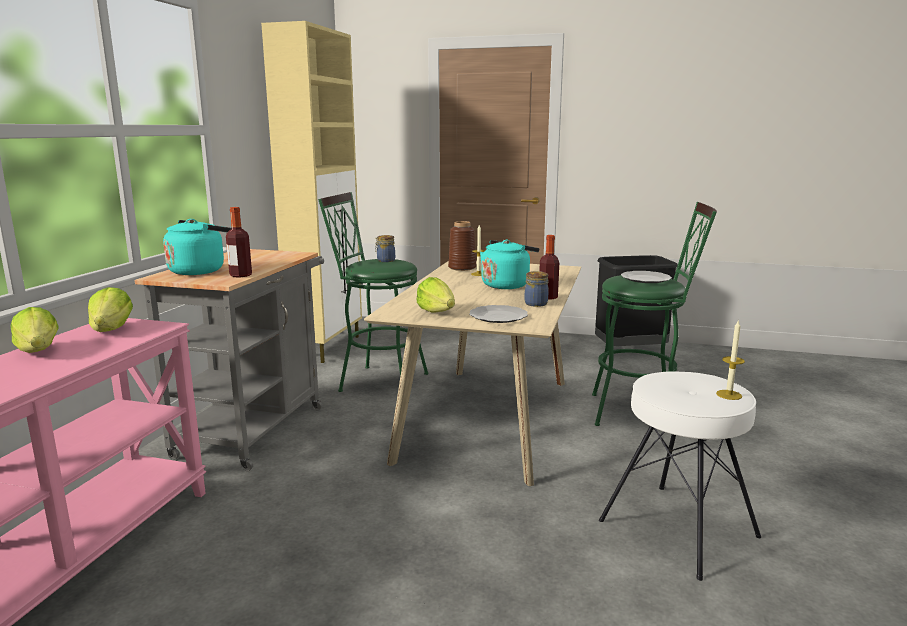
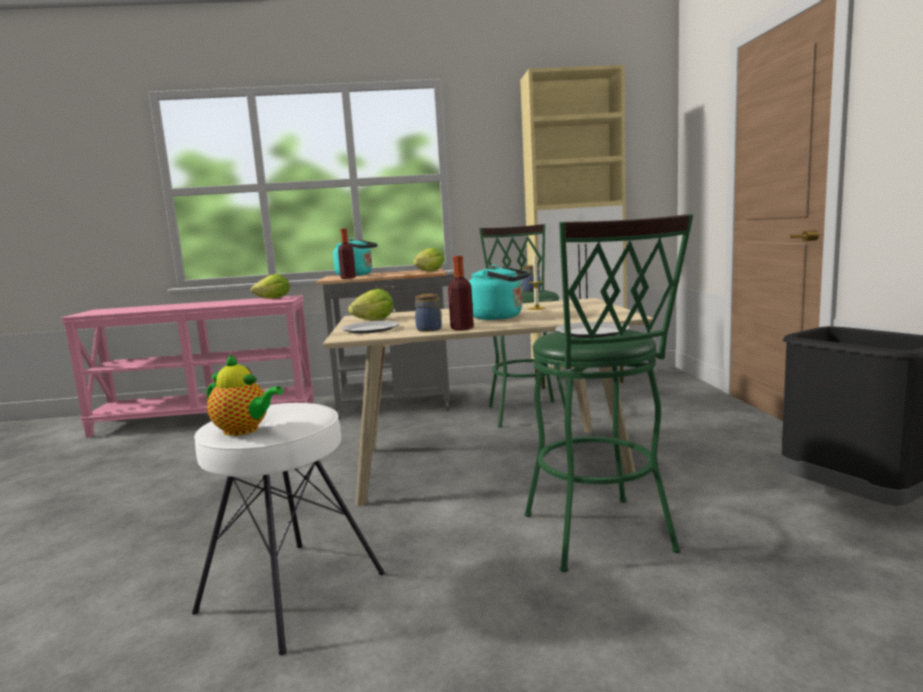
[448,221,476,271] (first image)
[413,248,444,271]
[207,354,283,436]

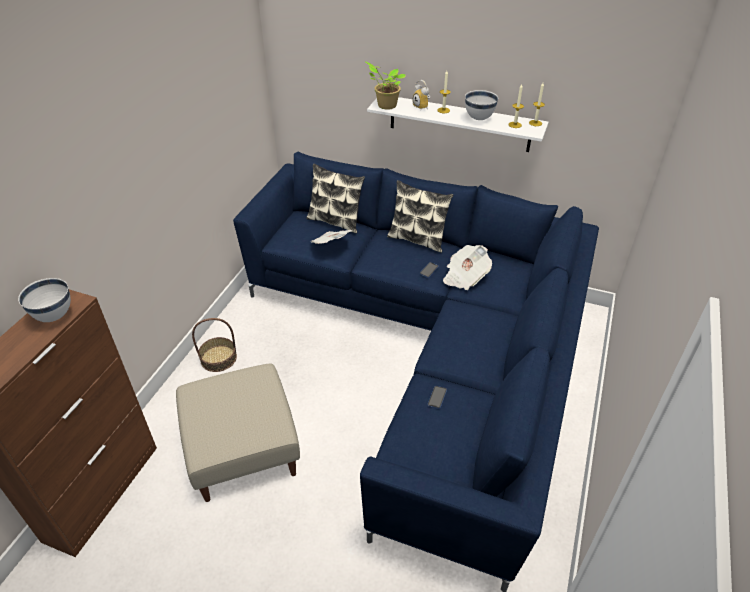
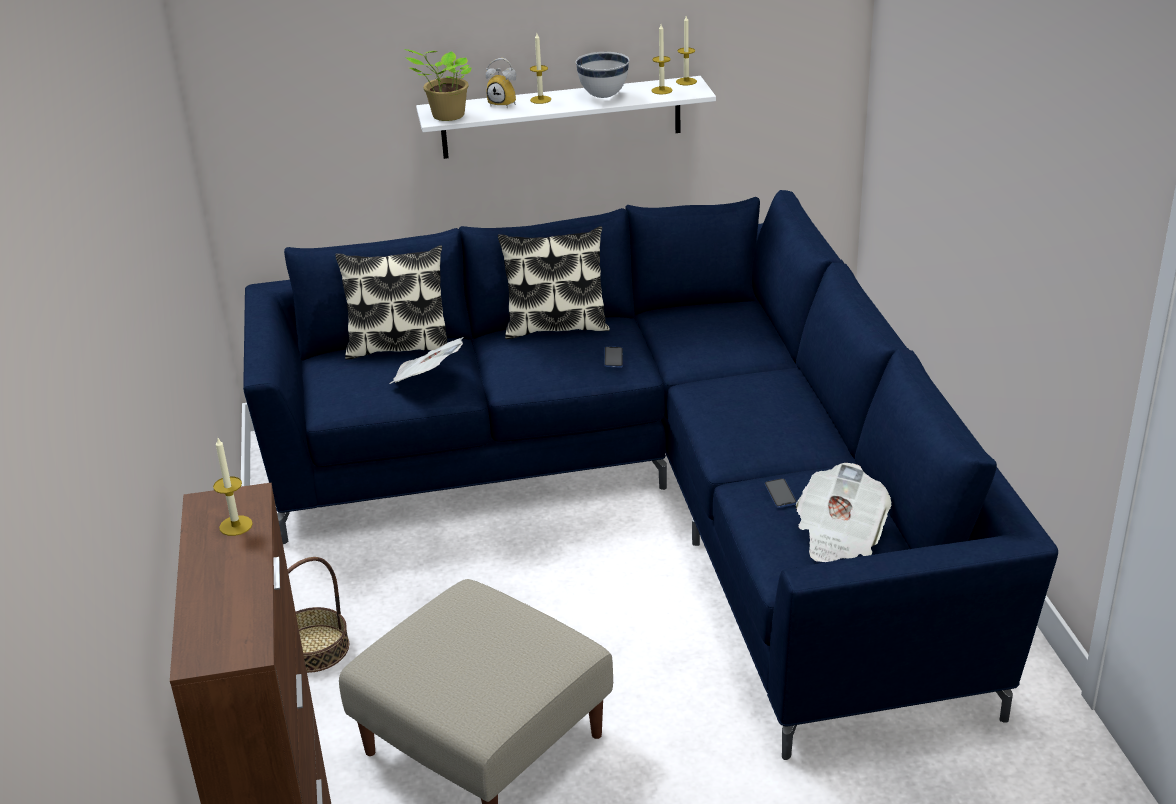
[796,463,892,562]
[213,438,253,536]

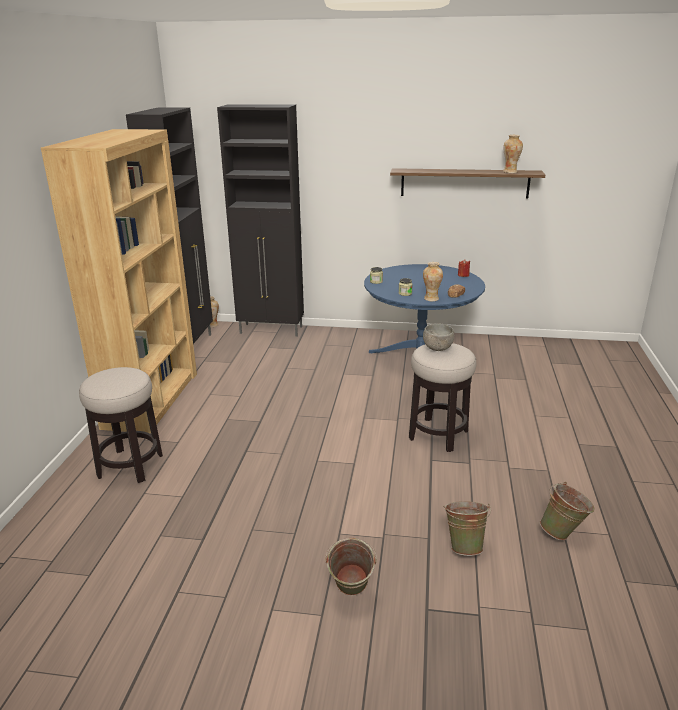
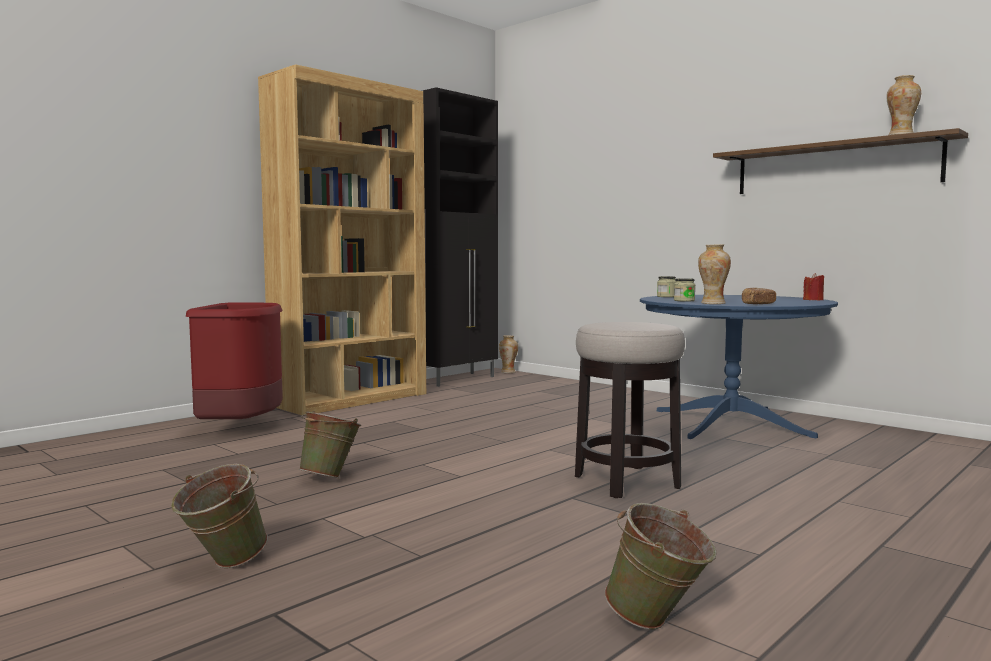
[217,104,304,337] (first image)
[423,323,454,351] (first image)
[186,302,283,419]
[299,411,361,478]

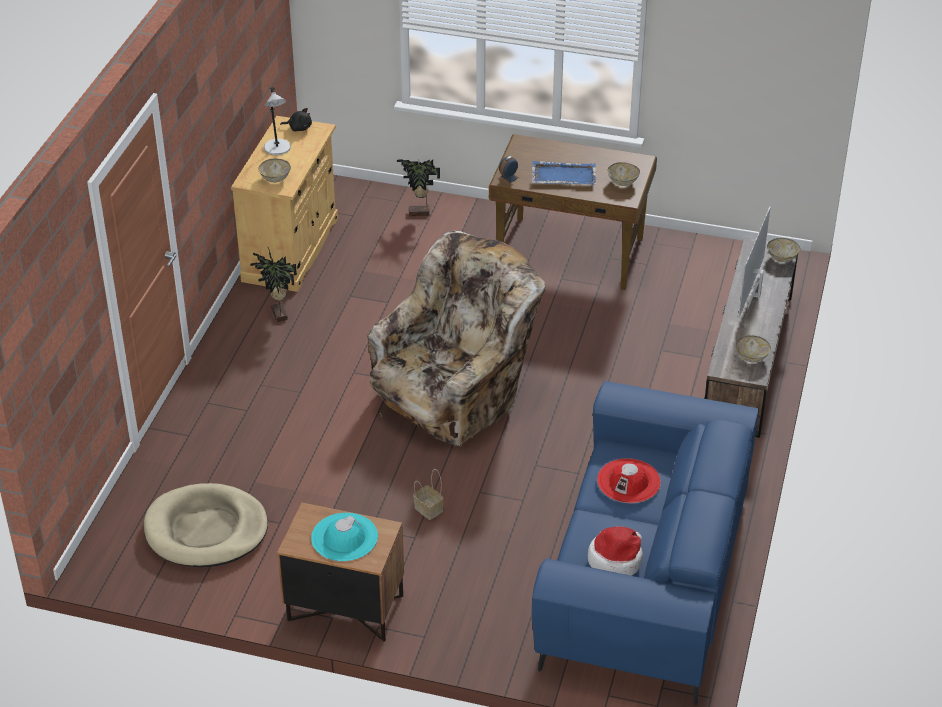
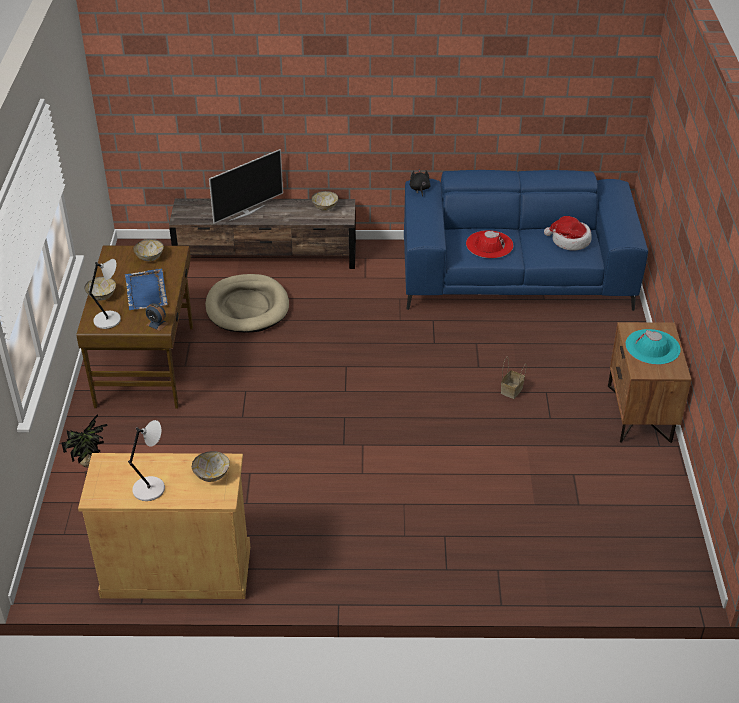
[410,169,431,197]
[209,149,283,223]
[367,231,545,446] (first image)
[84,277,116,301]
[250,248,297,322] (first image)
[205,274,289,333]
[89,259,121,329]

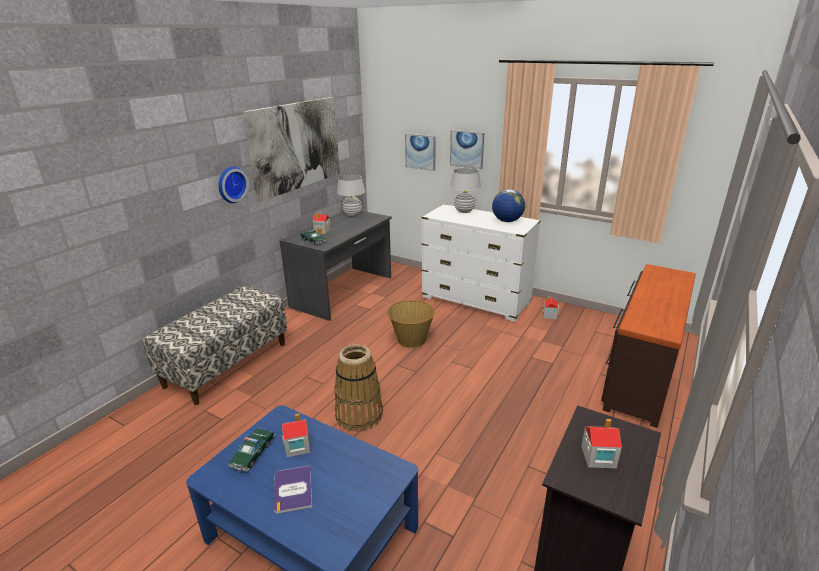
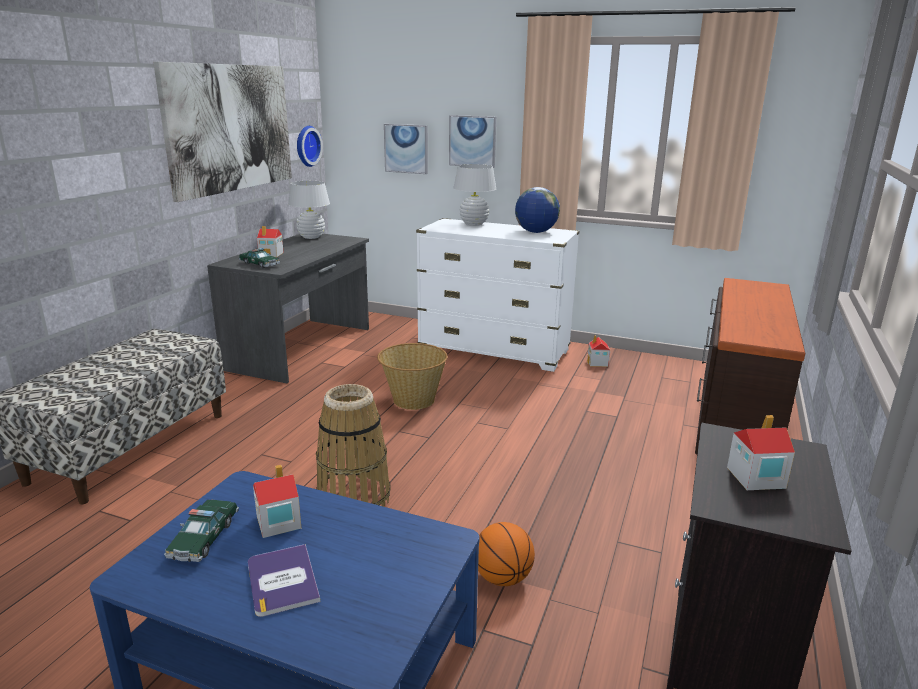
[297,126,323,167]
[478,522,535,586]

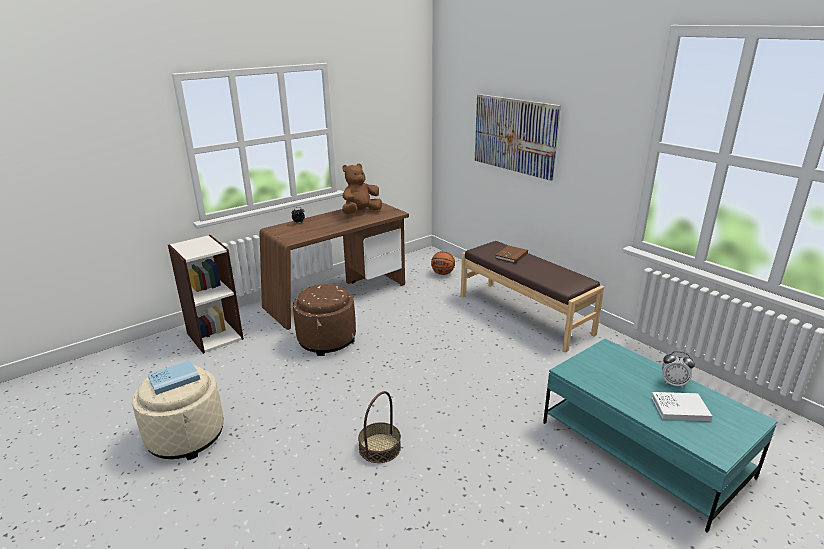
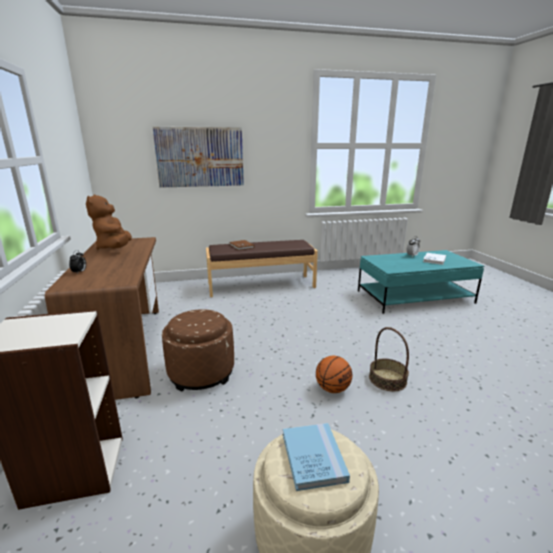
[316,356,352,393]

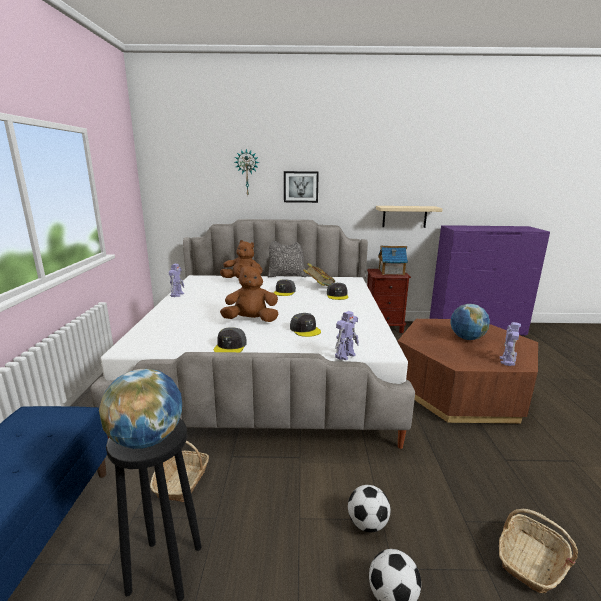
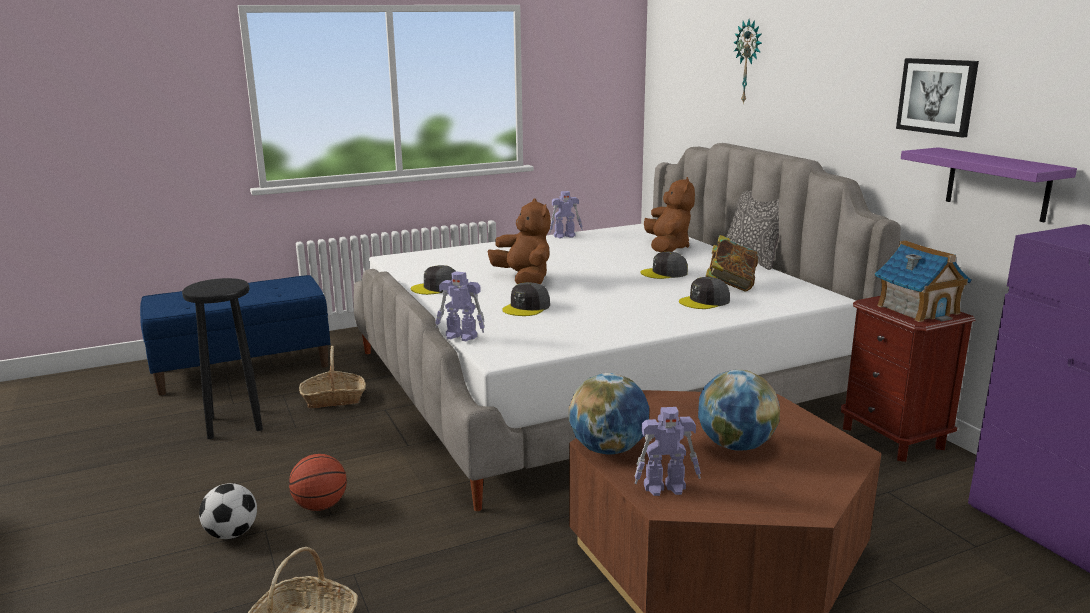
[896,58,979,138]
[901,147,1077,222]
[569,373,649,454]
[289,454,347,511]

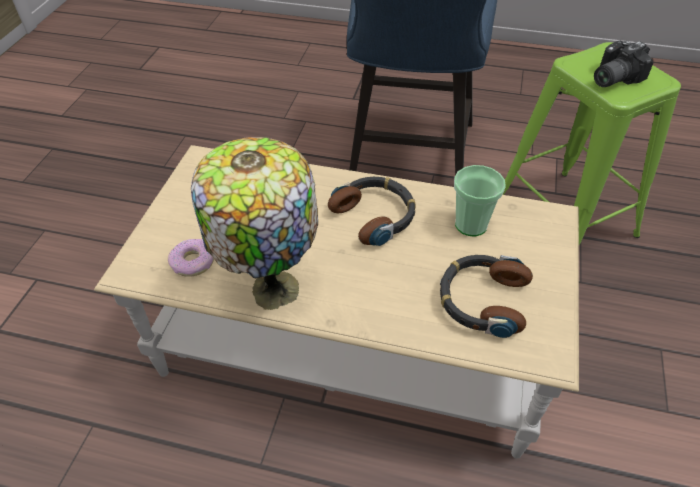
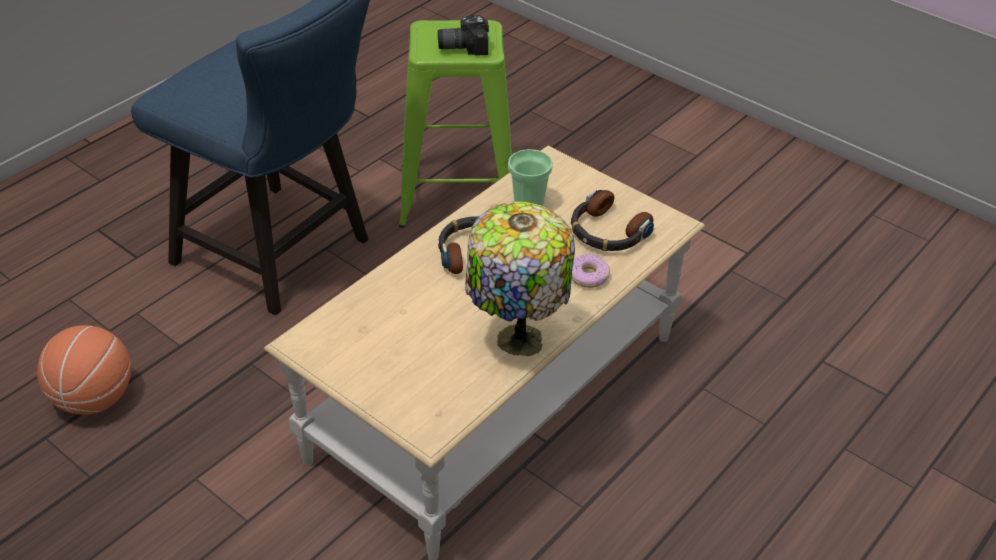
[438,15,489,56]
[572,254,610,288]
[37,325,131,415]

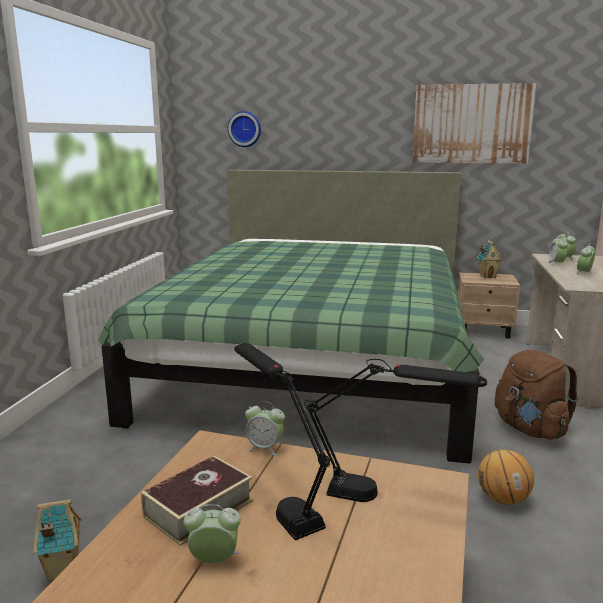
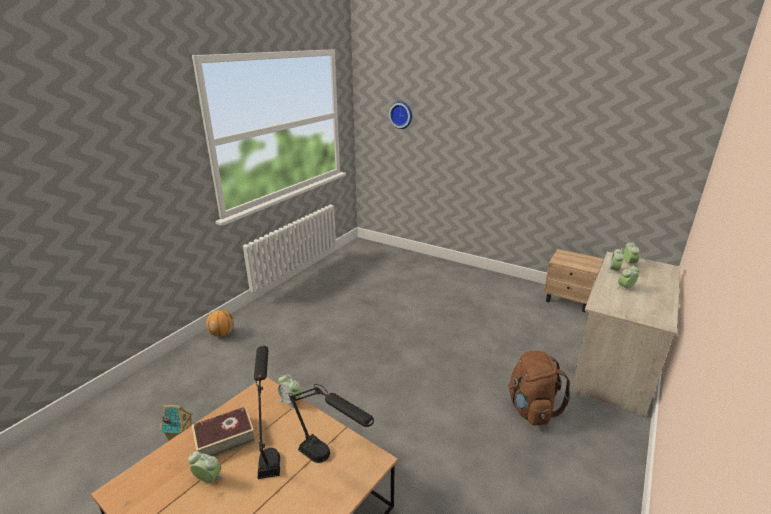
[413,83,537,164] (first image)
[98,170,484,464] (first image)
[477,240,503,278] (first image)
[206,310,234,337]

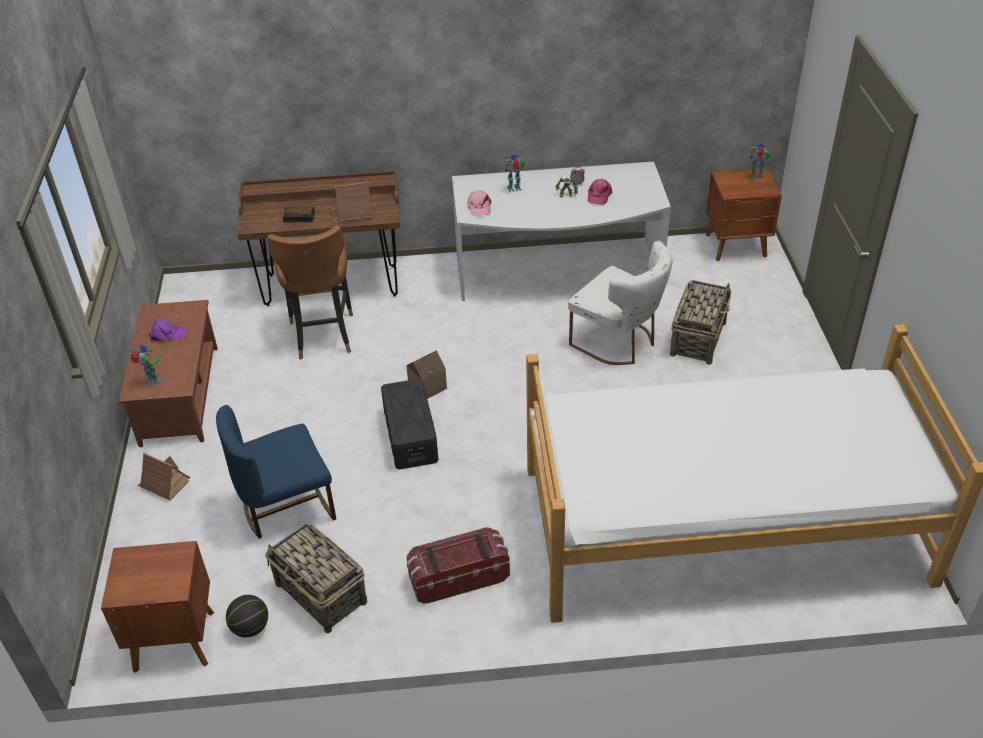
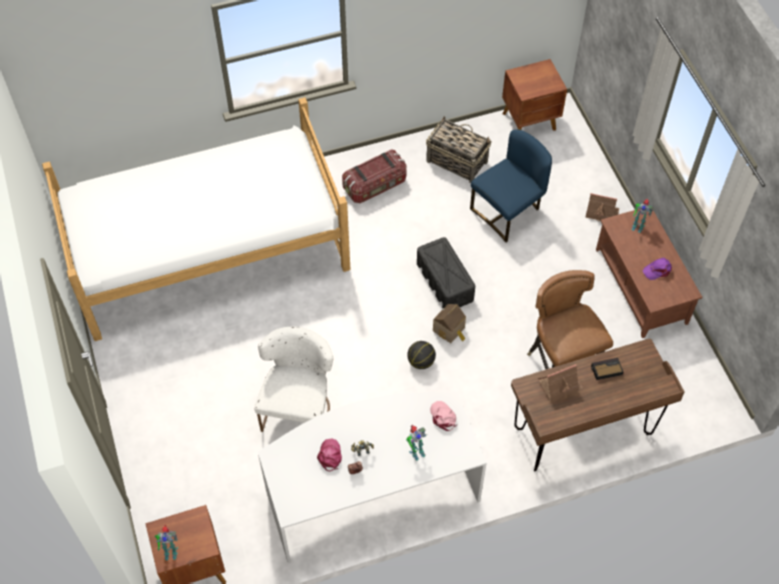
[254,327,334,432]
[670,280,731,365] (first image)
[407,341,436,369]

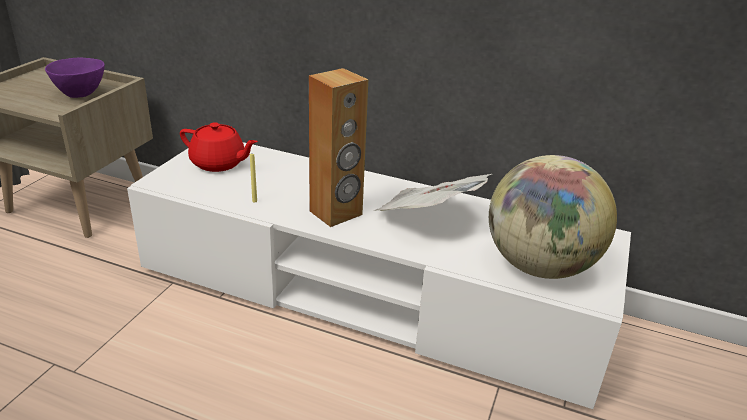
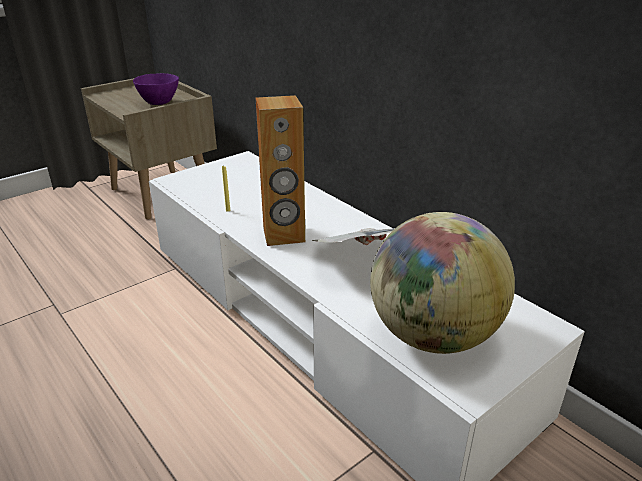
[180,122,258,172] (first image)

